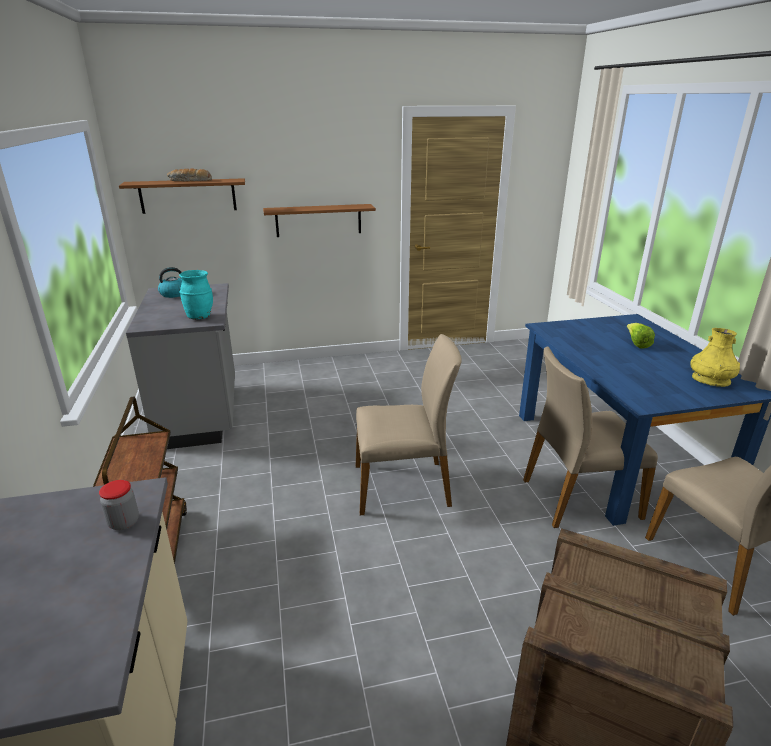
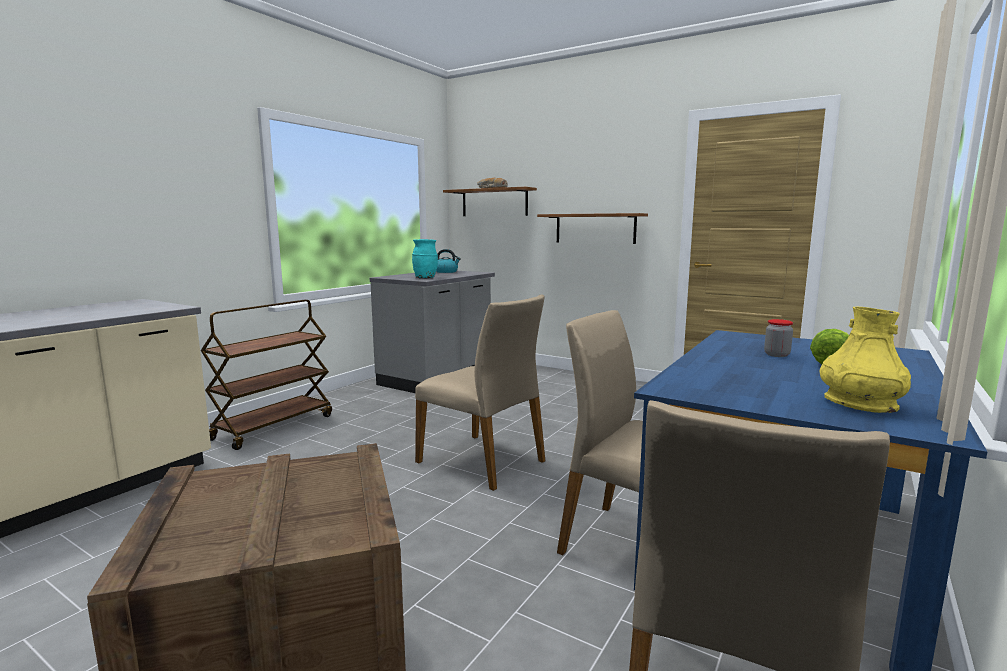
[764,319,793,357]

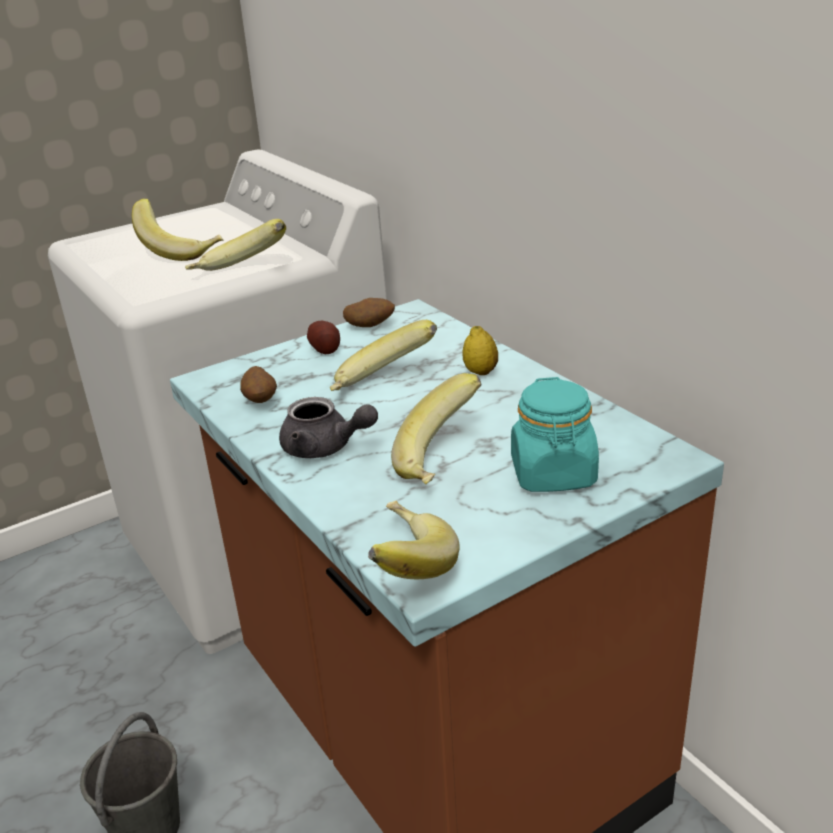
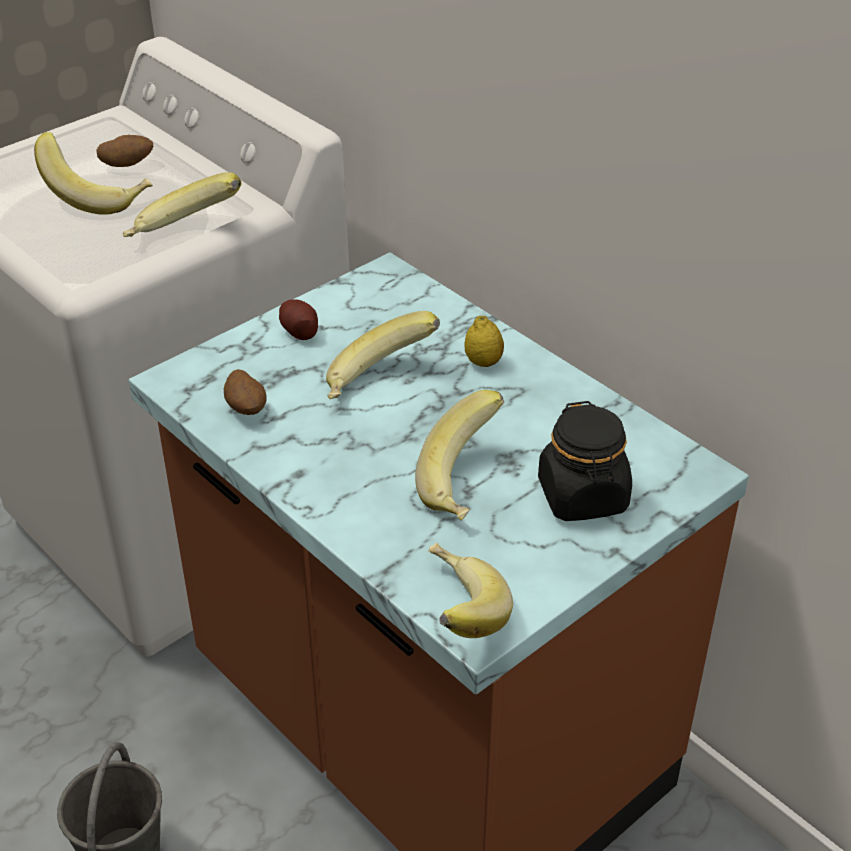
[96,135,153,167]
[538,401,632,521]
[279,397,378,458] (first image)

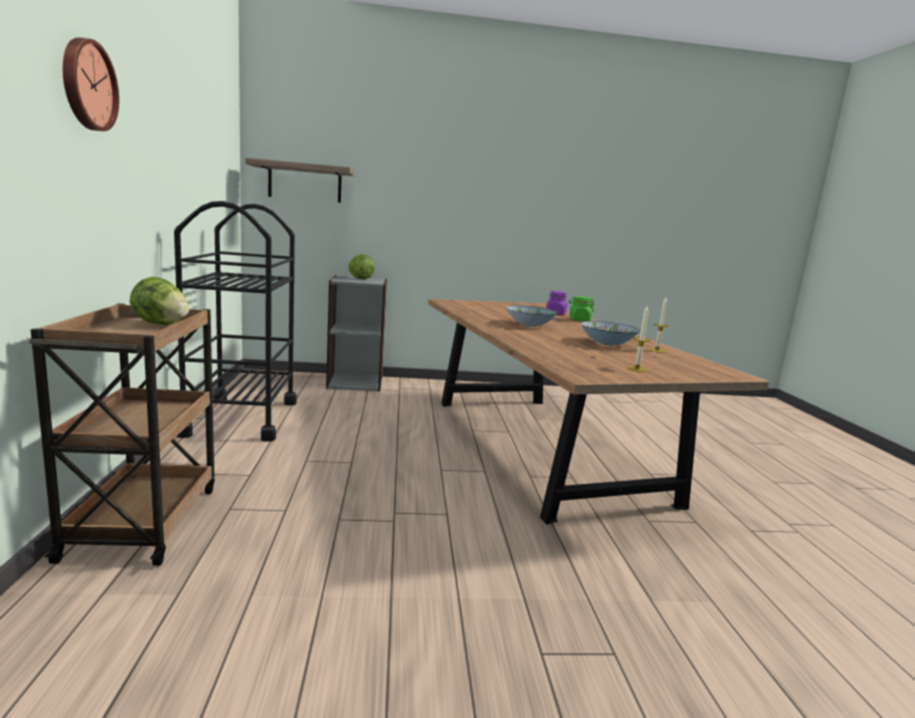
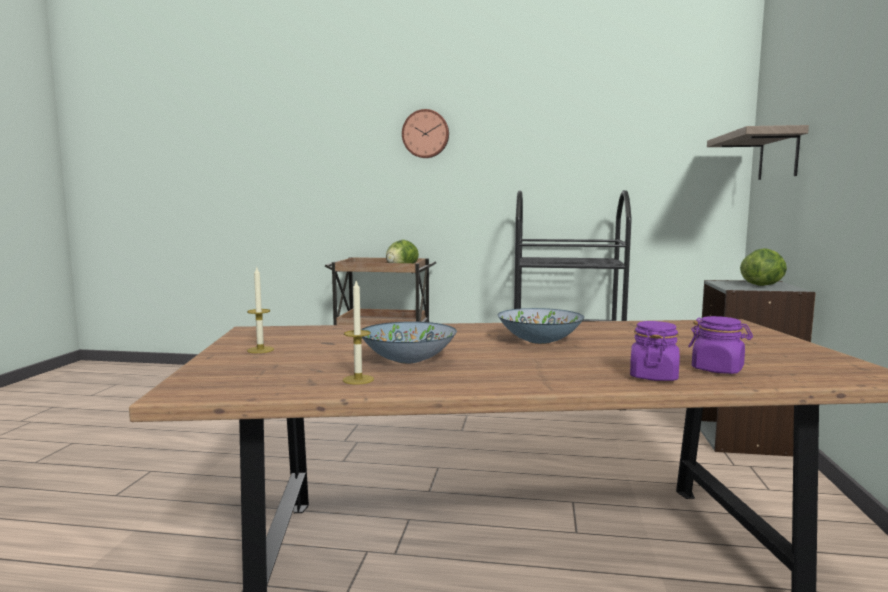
[630,321,680,381]

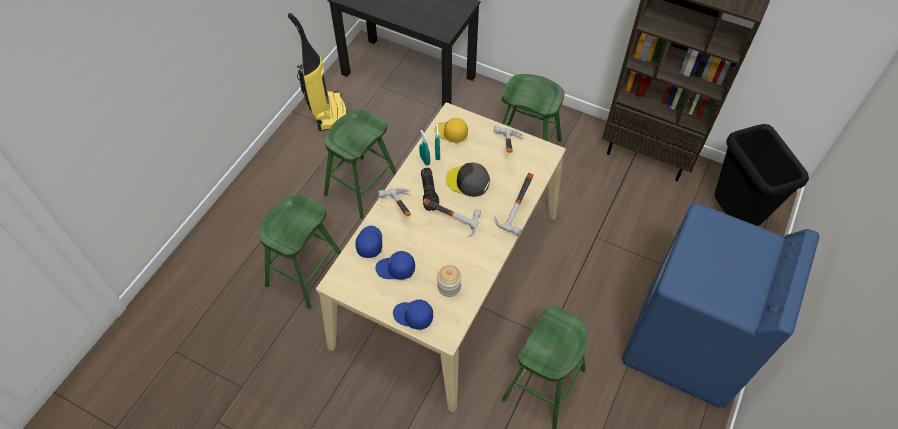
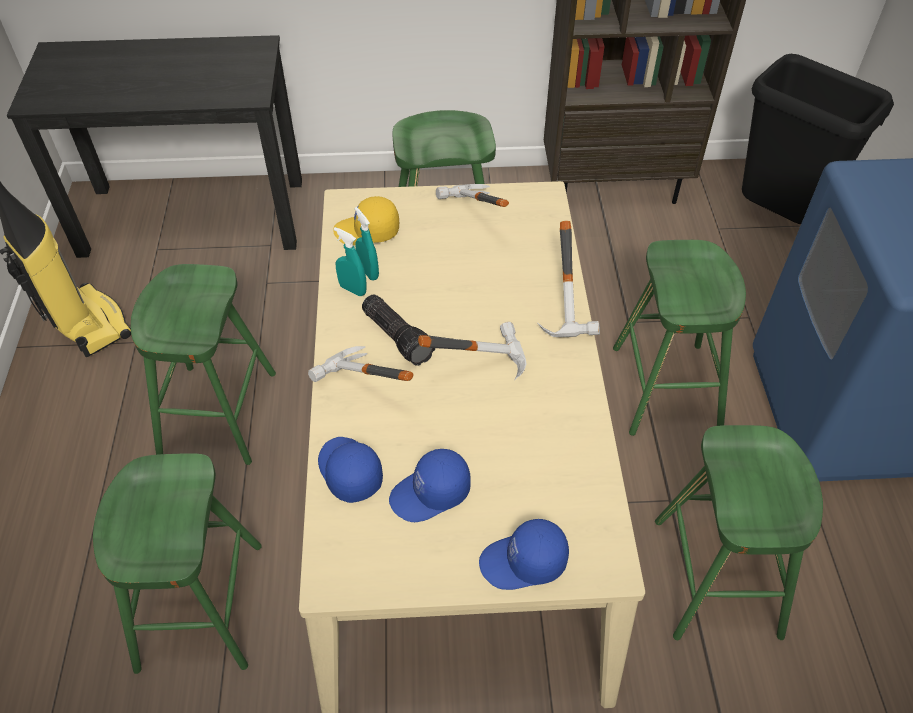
[446,163,490,197] (first image)
[437,265,462,297] (first image)
[613,240,746,436]

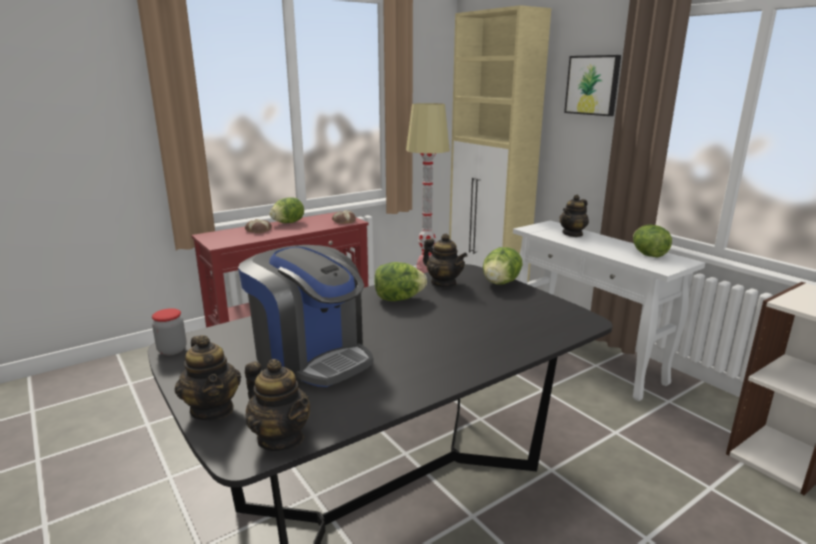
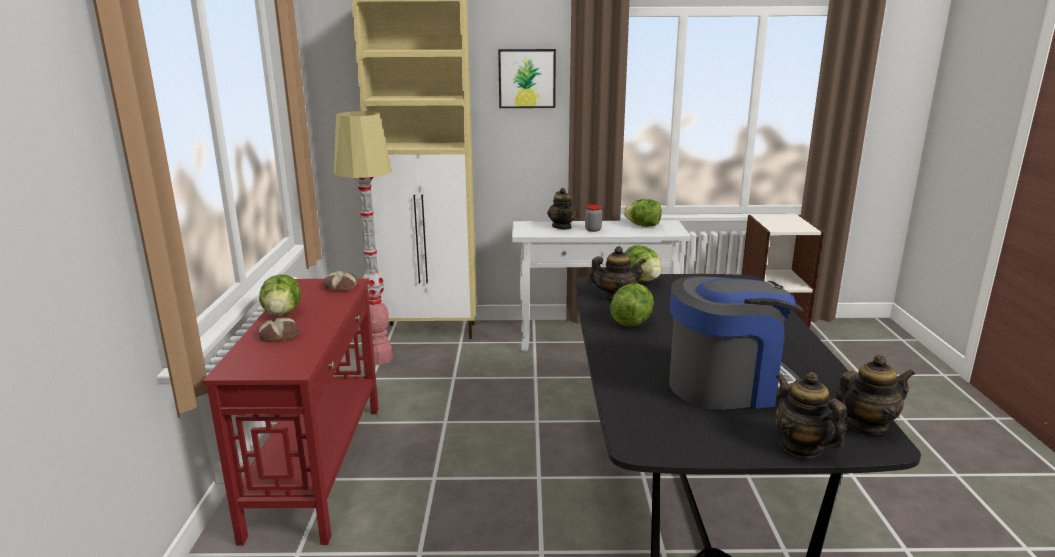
[585,205,602,232]
[775,372,846,458]

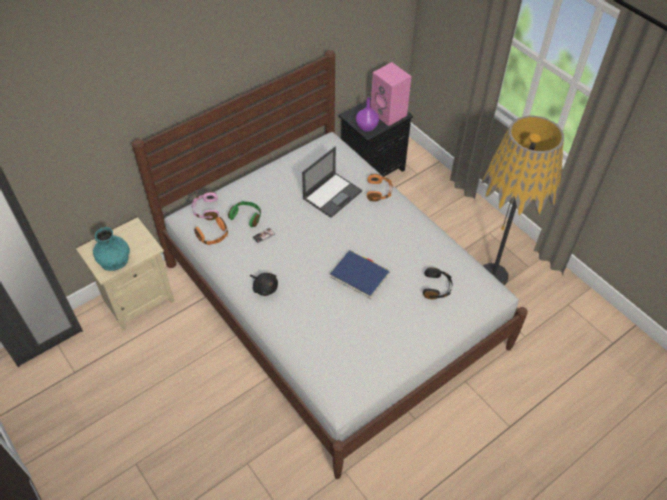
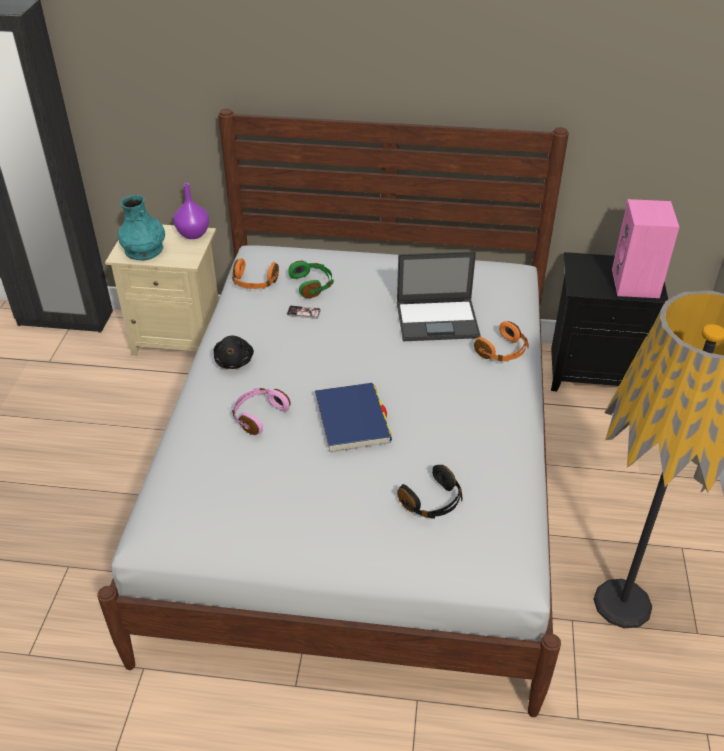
[173,183,209,239]
[231,388,291,435]

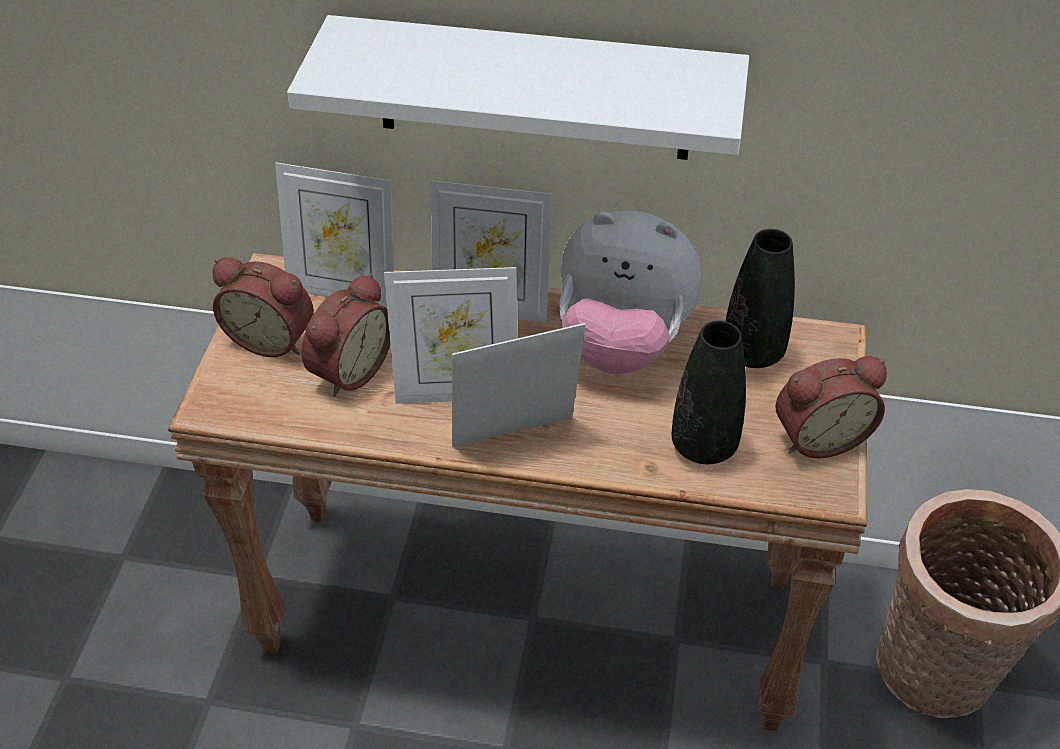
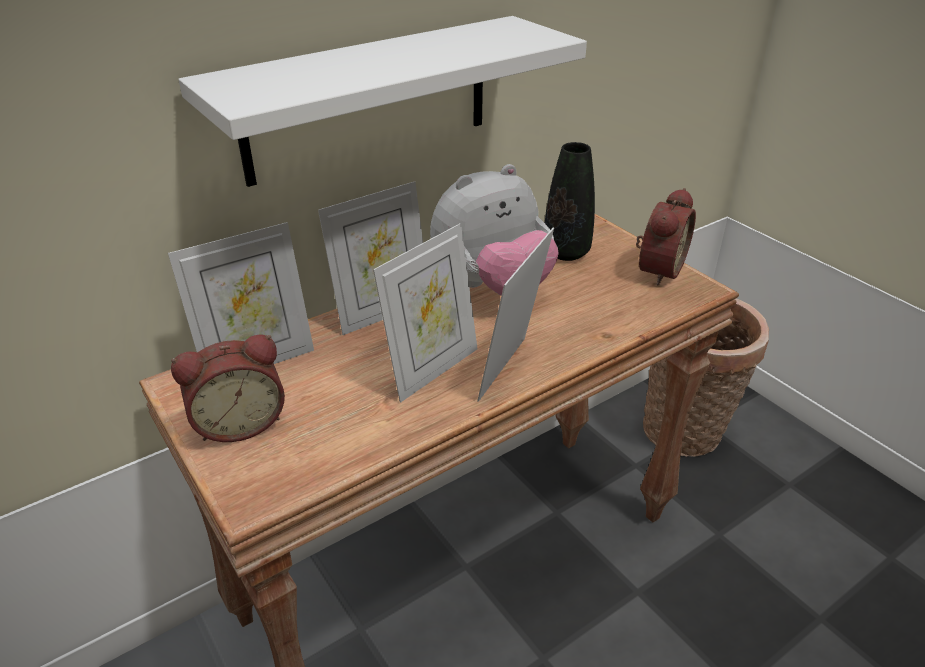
[302,274,390,397] (first image)
[672,321,746,464] (first image)

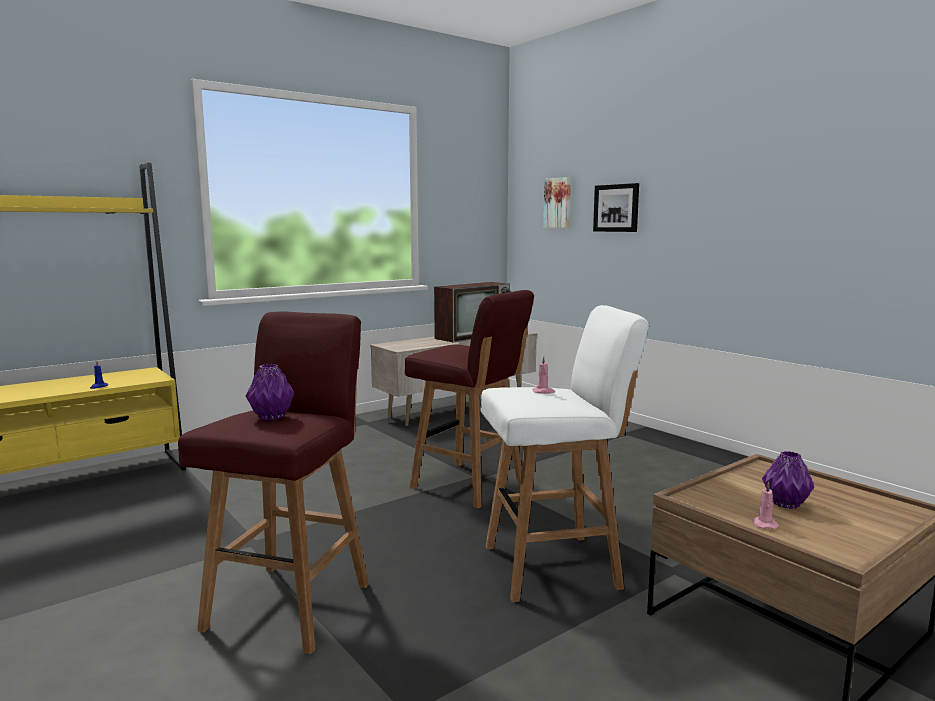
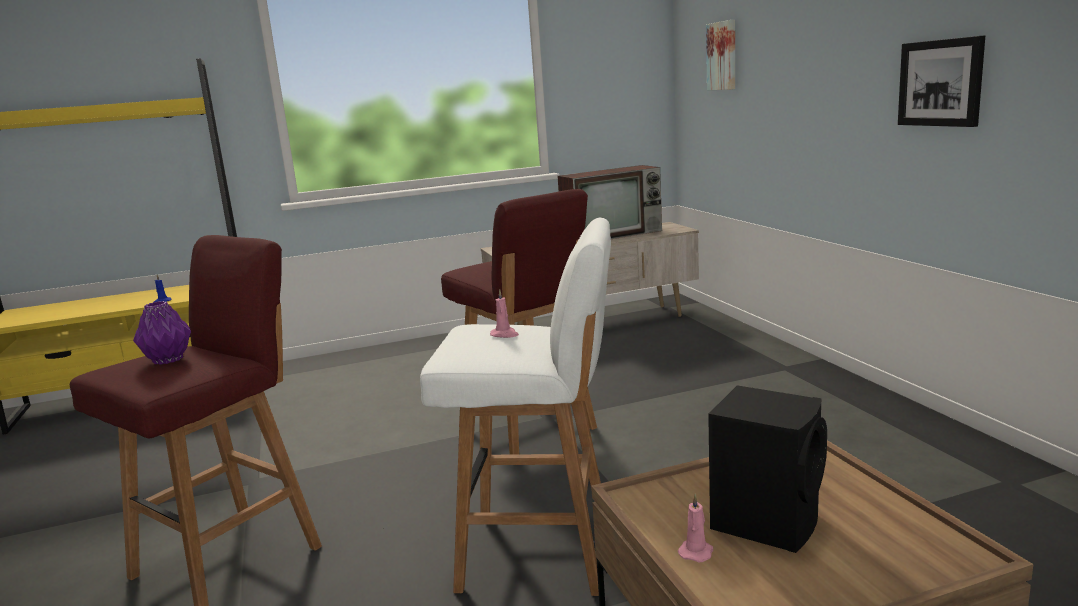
[898,36,985,127]
[708,385,827,553]

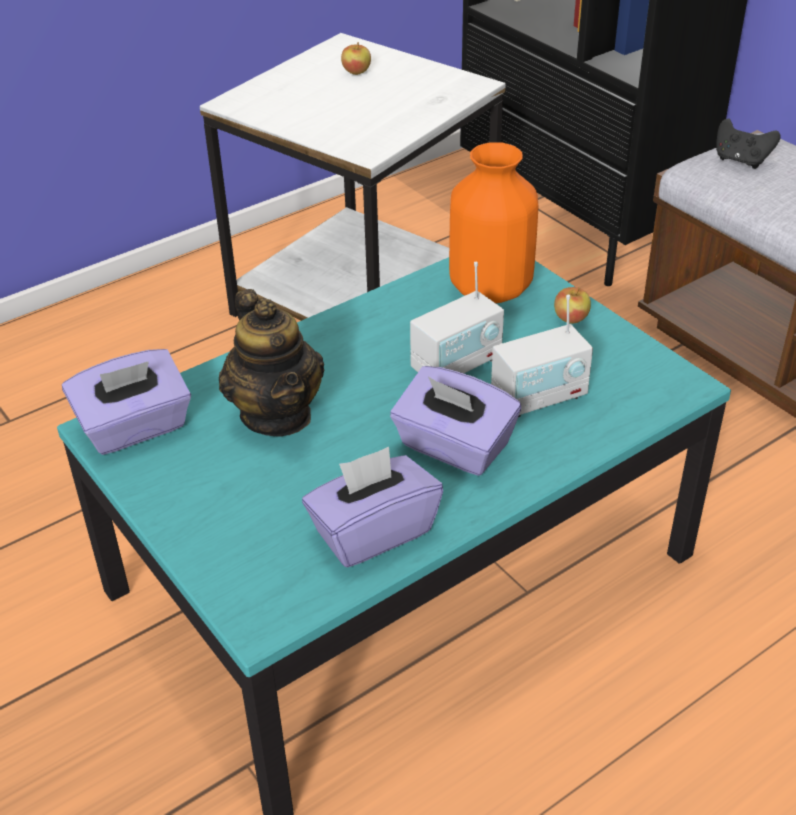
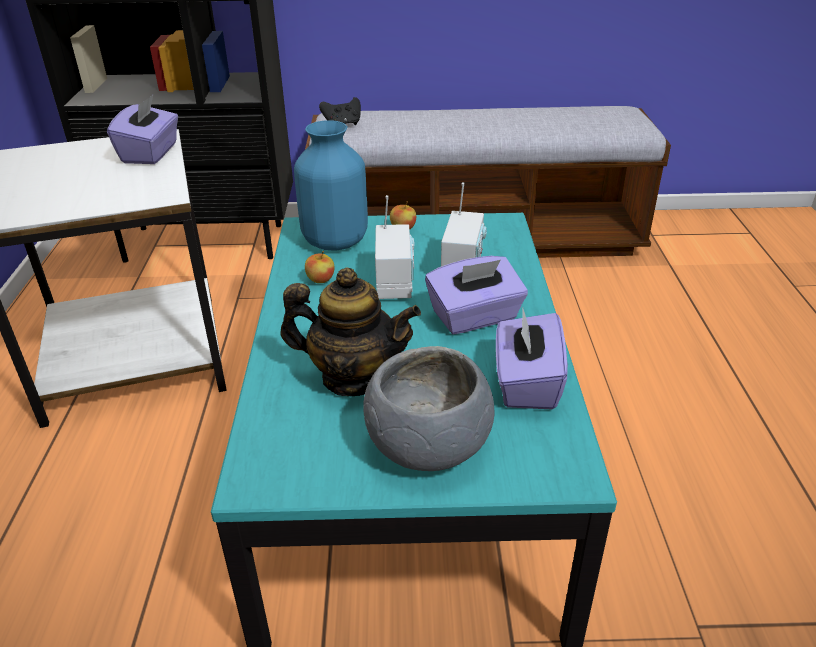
[305,251,335,283]
[294,120,368,251]
[107,95,178,164]
[363,346,494,471]

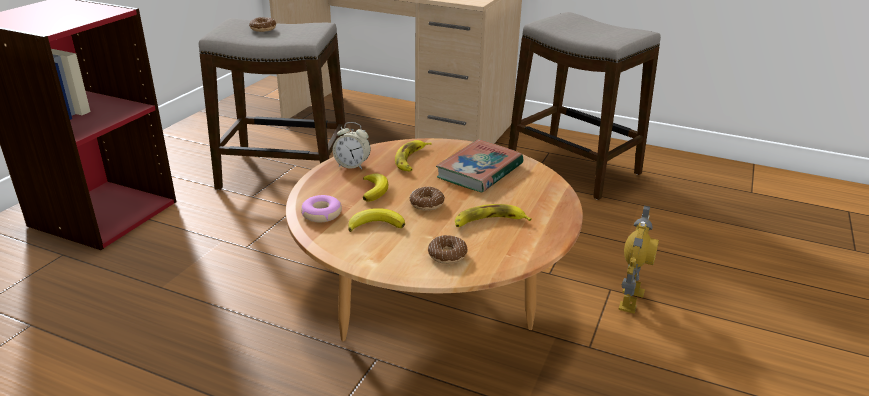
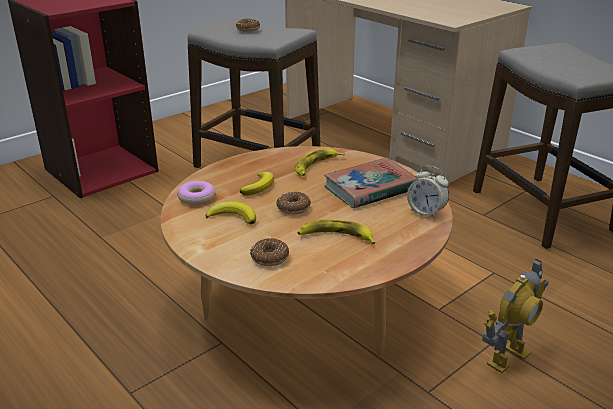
[407,166,449,219]

